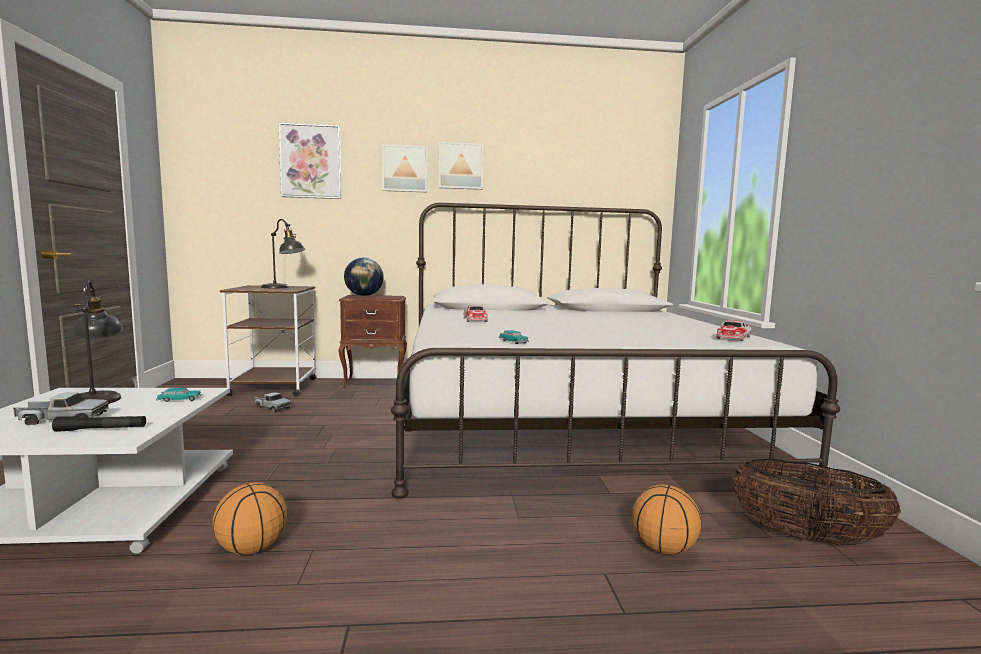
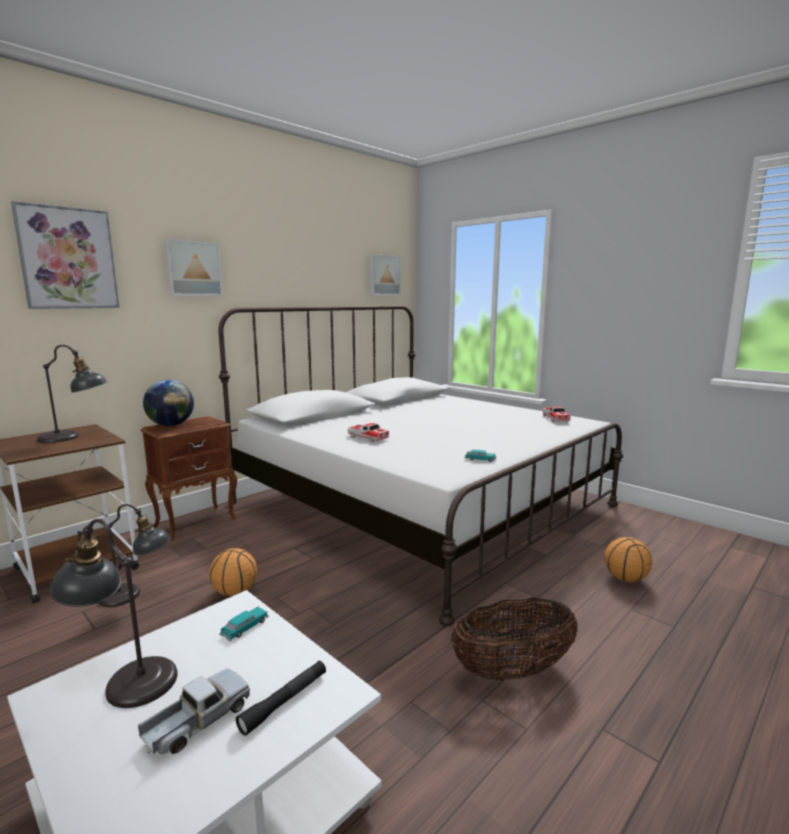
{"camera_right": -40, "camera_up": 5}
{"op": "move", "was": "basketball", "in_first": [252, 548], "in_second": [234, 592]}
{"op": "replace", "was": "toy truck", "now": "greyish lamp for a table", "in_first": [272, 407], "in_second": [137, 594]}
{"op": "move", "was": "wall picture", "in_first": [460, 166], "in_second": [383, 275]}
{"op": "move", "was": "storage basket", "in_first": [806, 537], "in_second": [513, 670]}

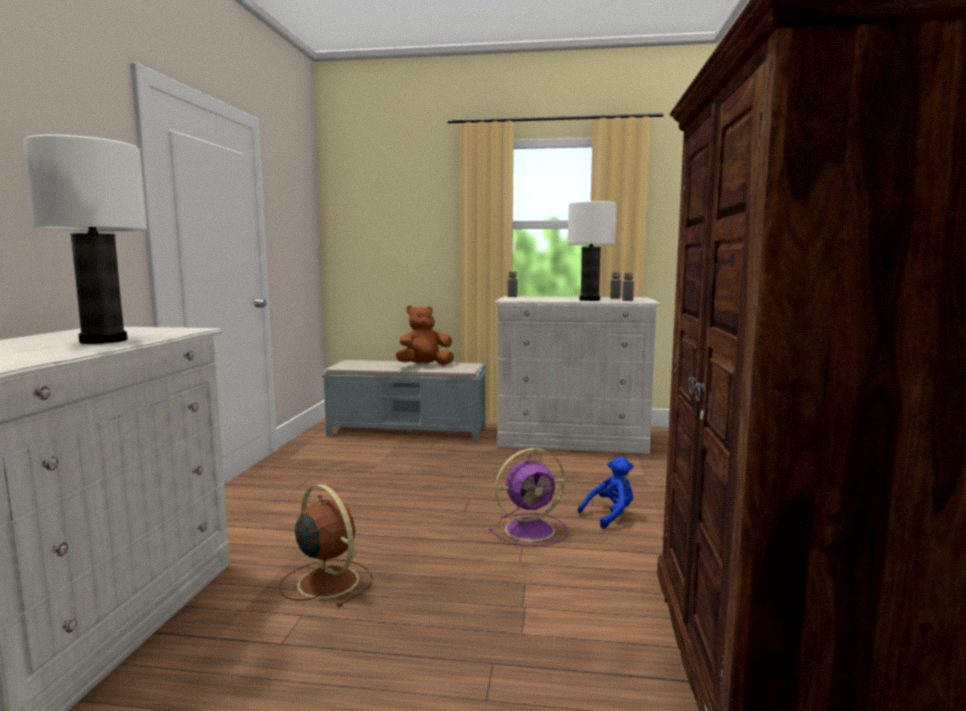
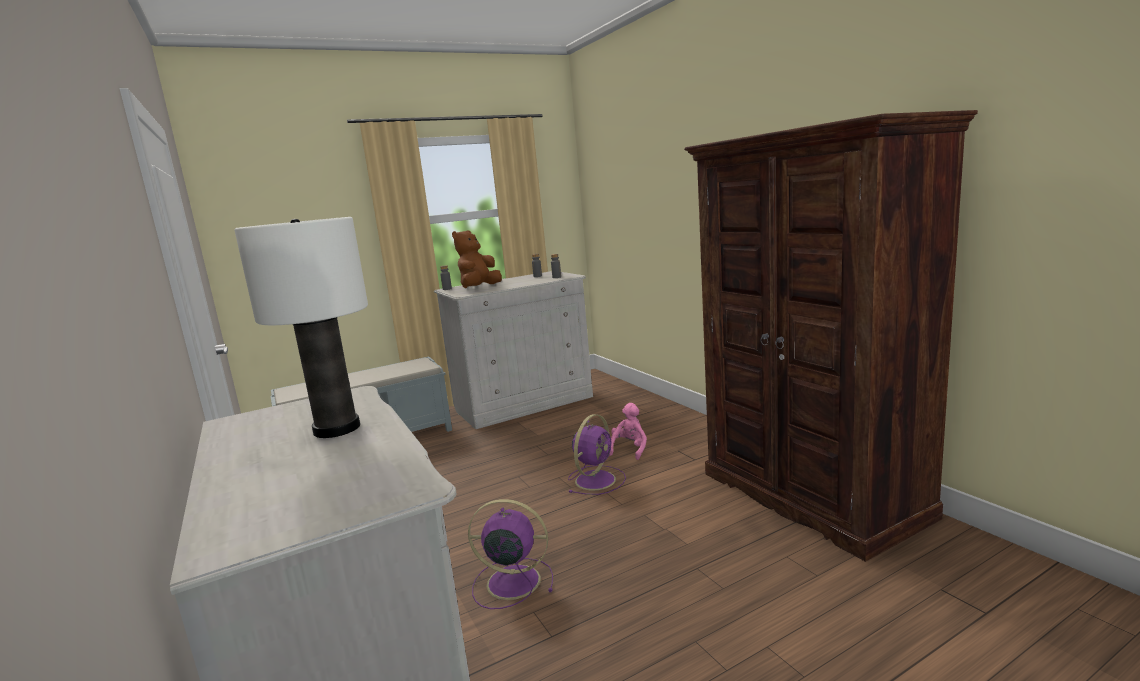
{"camera_right": -35, "camera_up": 5}
{"op": "recolor", "was": "brown electric fan", "now": "purplish electric fan", "in_first": [326, 581], "in_second": [511, 582]}
{"op": "move", "was": "brown soft toy", "in_first": [424, 365], "in_second": [479, 287]}
{"op": "delete", "was": "whitish lamp for a table", "in_first": [589, 300]}
{"op": "recolor", "was": "bluish soft toy", "now": "pink soft toy", "in_first": [610, 515], "in_second": [630, 449]}

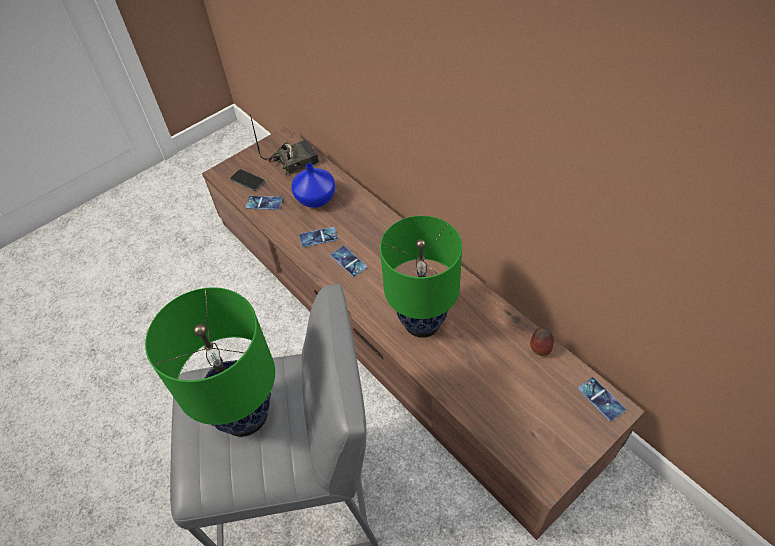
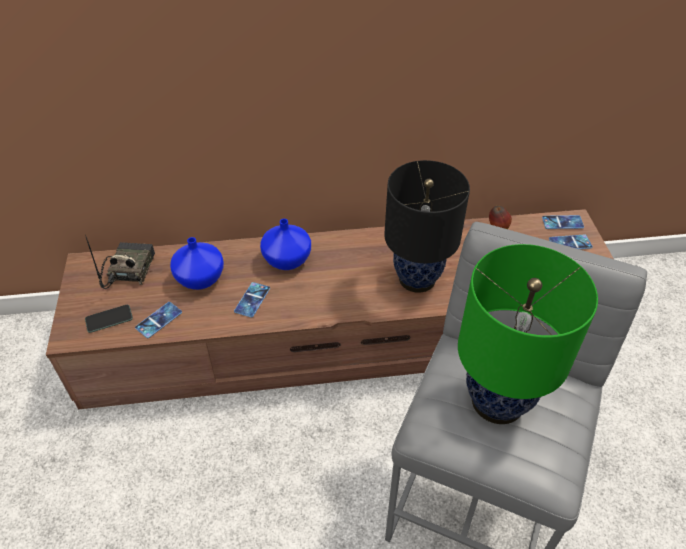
{"camera_right": -60, "camera_up": -5}
{"op": "move", "was": "telephone", "in_first": [348, 261], "in_second": [570, 243]}
{"op": "recolor", "was": "green lamp for a table", "now": "black-coloured lamp for a table", "in_first": [422, 322], "in_second": [417, 278]}
{"op": "insert", "now": "bluish decorative vase", "in_second": [287, 260]}

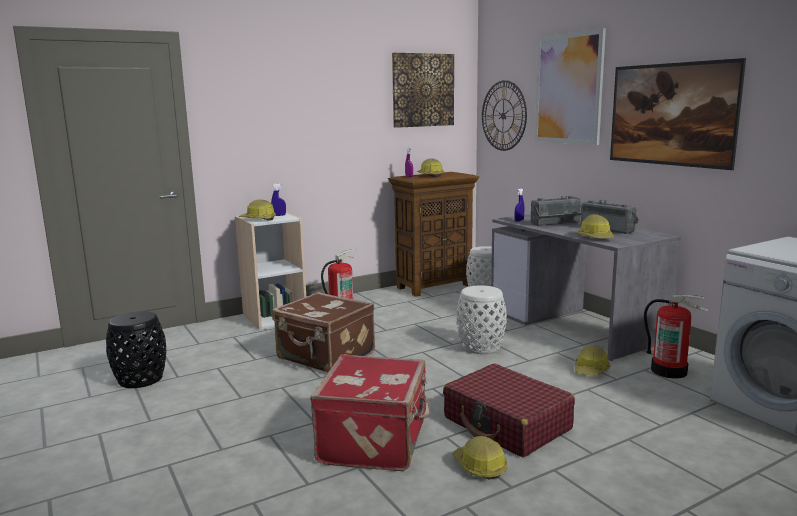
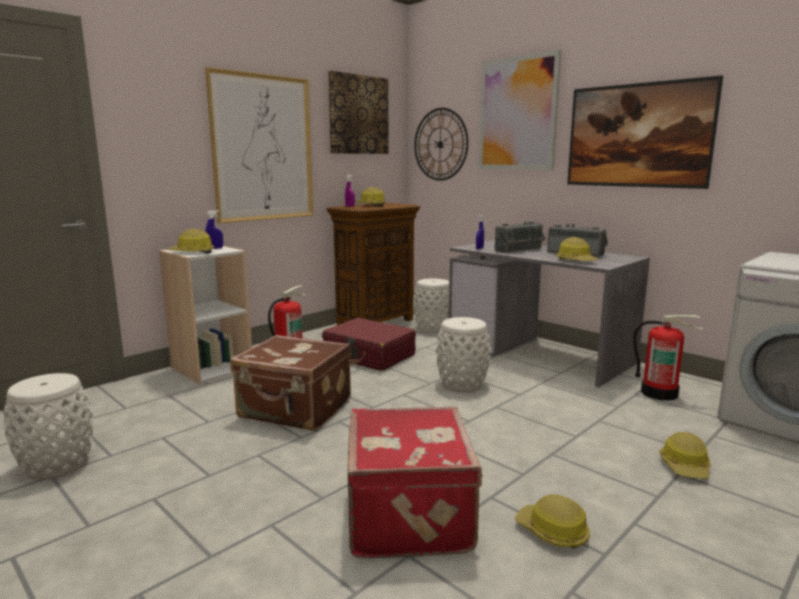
{"camera_right": -15, "camera_up": 0}
{"op": "recolor", "was": "black-coloured sitting stool", "now": "whitish sitting stool", "in_first": [141, 379], "in_second": [57, 465]}
{"op": "move", "was": "red-coloured piece of luggage", "in_first": [507, 424], "in_second": [369, 356]}
{"op": "move", "was": "work helmet", "in_first": [591, 370], "in_second": [685, 466]}
{"op": "insert", "now": "wall picture", "in_second": [263, 148]}

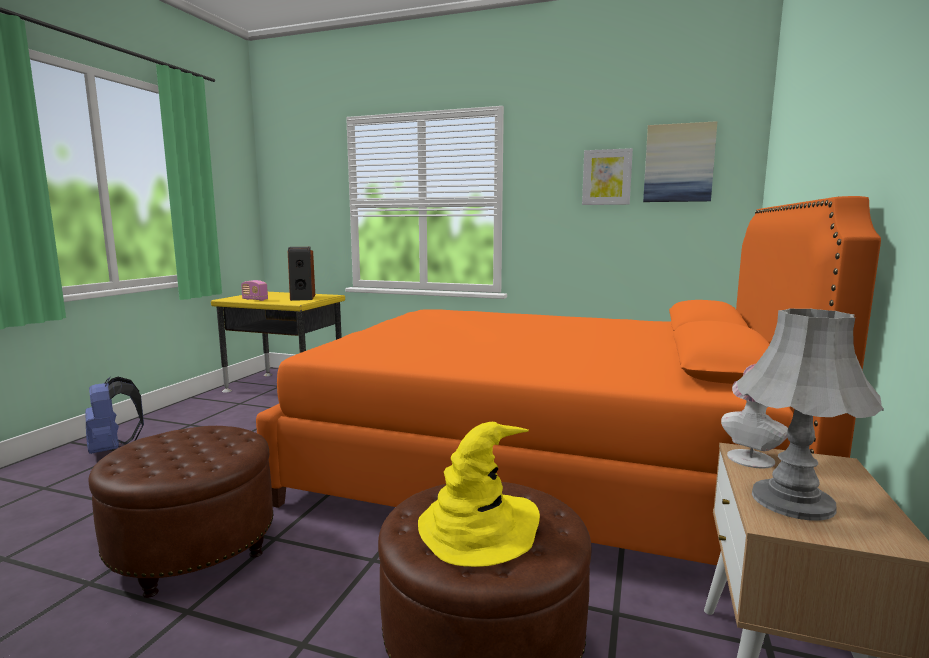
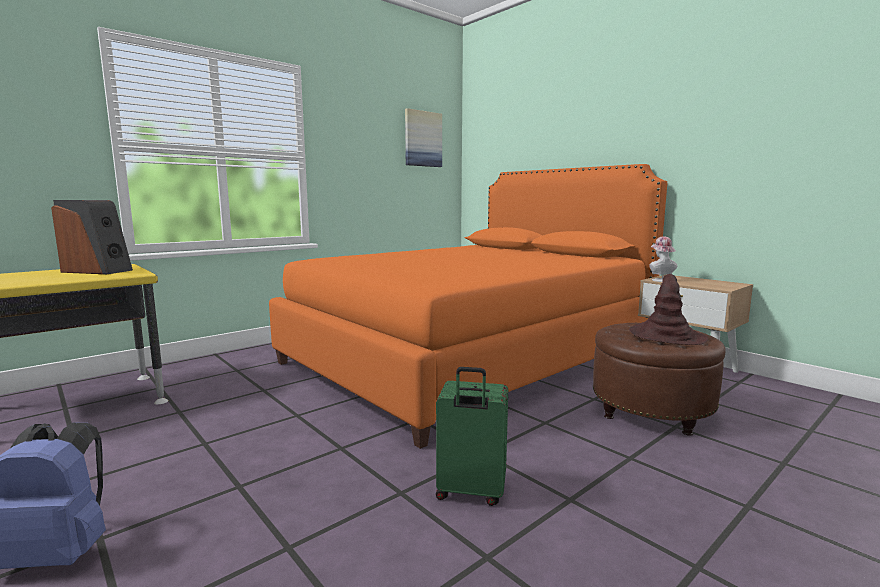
{"camera_right": -60, "camera_up": 0}
{"op": "replace", "was": "brown pouffe", "now": "green piece of luggage", "in_first": [193, 550], "in_second": [470, 492]}
{"op": "delete", "was": "radio receiver", "in_first": [255, 299]}
{"op": "recolor", "was": "yellow wearable hat", "now": "brown wearable hat", "in_first": [478, 529], "in_second": [666, 336]}
{"op": "delete", "was": "wall picture", "in_first": [607, 177]}
{"op": "delete", "was": "greyish lamp for a table", "in_first": [793, 501]}

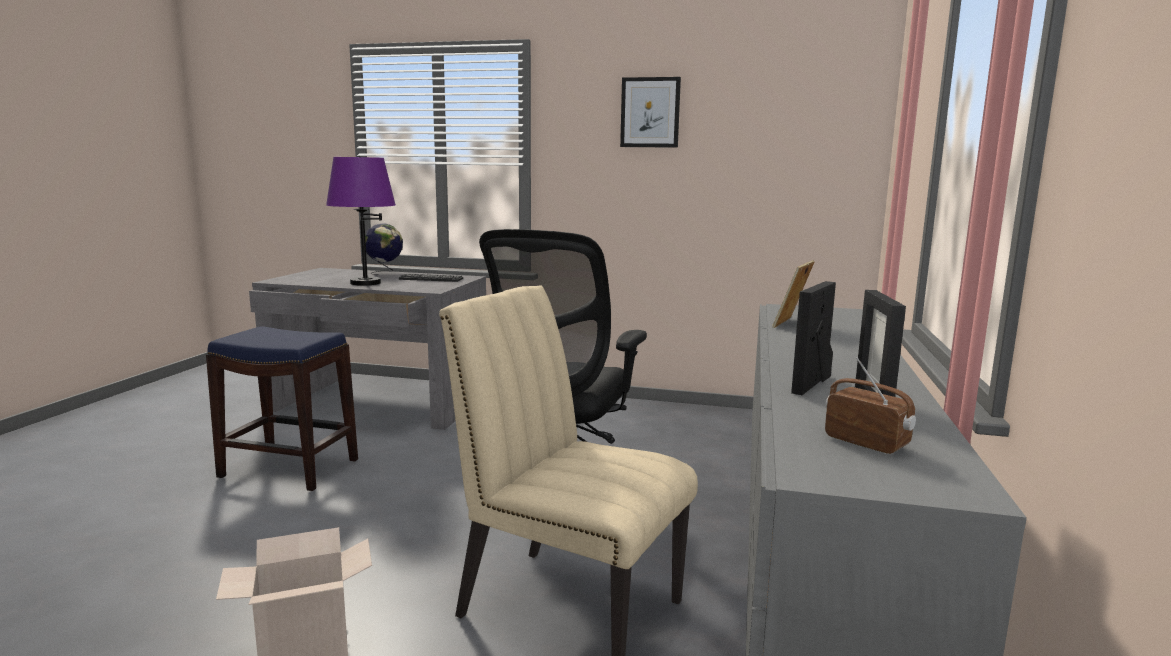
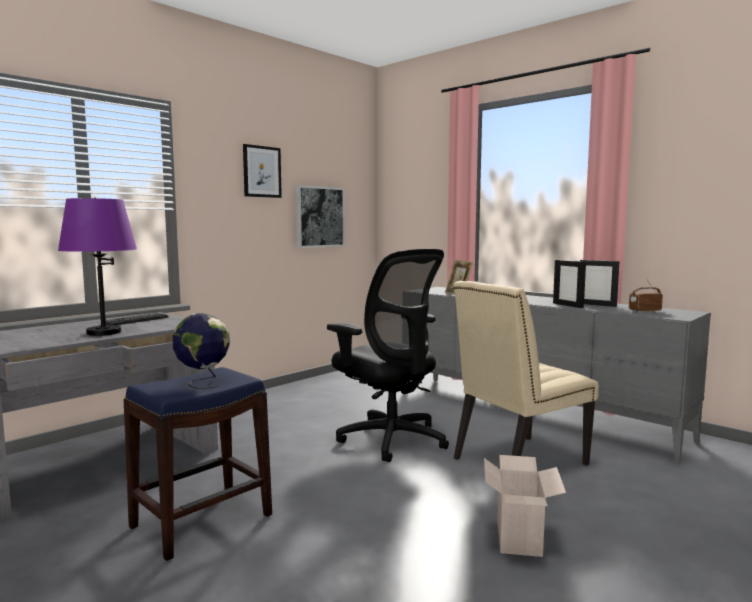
{"camera_right": -60, "camera_up": -5}
{"op": "move", "was": "world globe", "in_first": [384, 272], "in_second": [203, 382]}
{"op": "insert", "now": "wall picture", "in_second": [319, 217]}

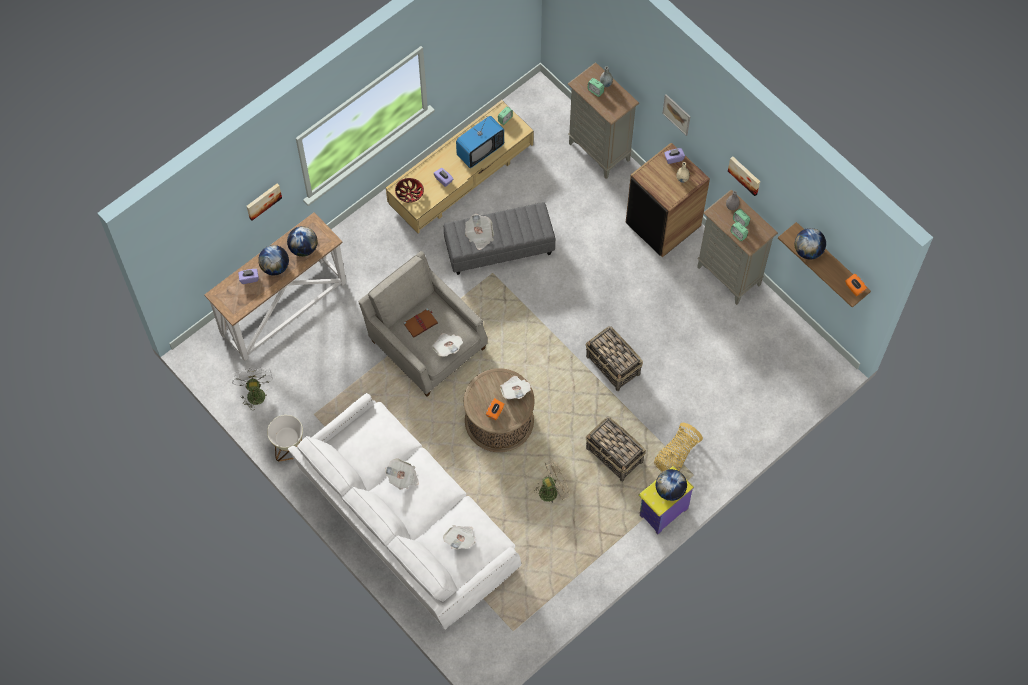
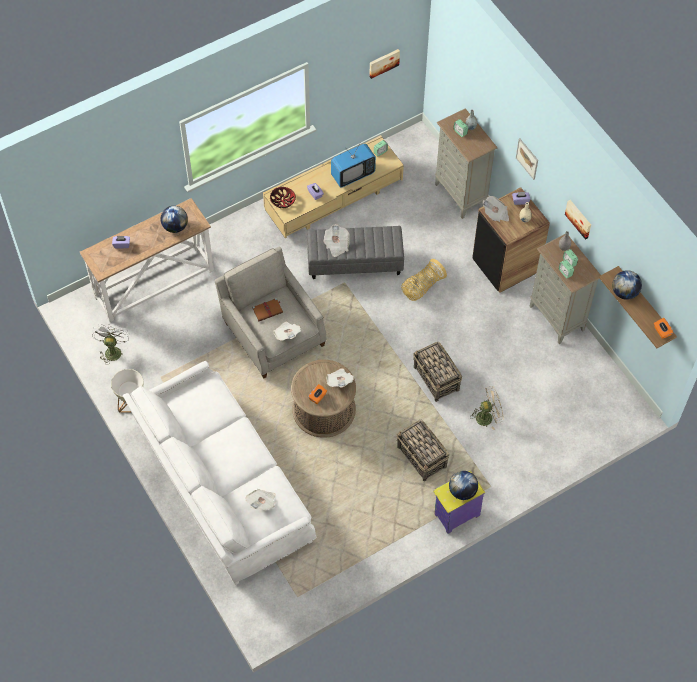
{"camera_right": 10, "camera_up": -5}
{"op": "move", "was": "wall picture", "in_first": [263, 200], "in_second": [383, 62]}
{"op": "delete", "was": "world globe", "in_first": [275, 267]}
{"op": "move", "was": "printed paper", "in_first": [403, 478], "in_second": [495, 214]}
{"op": "move", "was": "sand-coloured electric fan", "in_first": [552, 490], "in_second": [487, 417]}
{"op": "move", "was": "storage basket", "in_first": [676, 455], "in_second": [422, 287]}

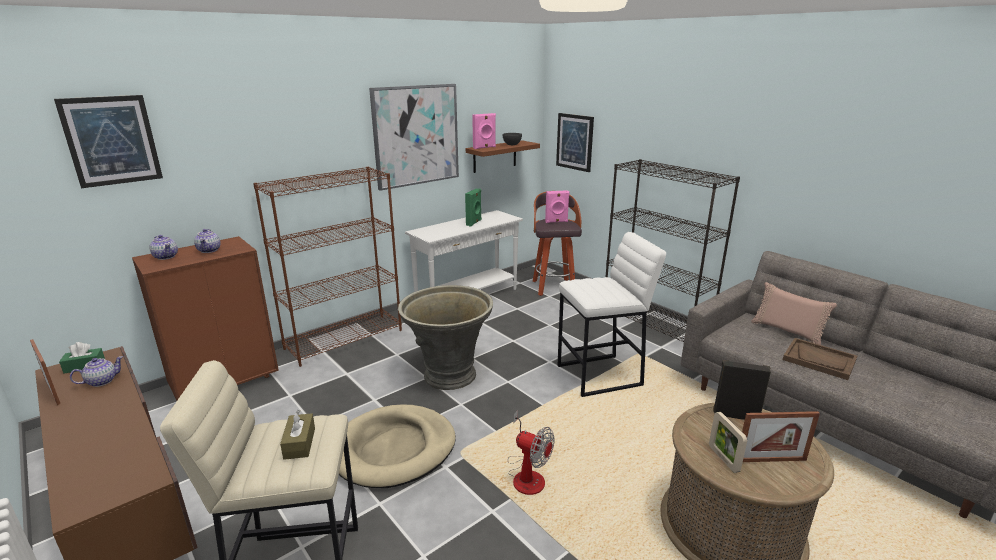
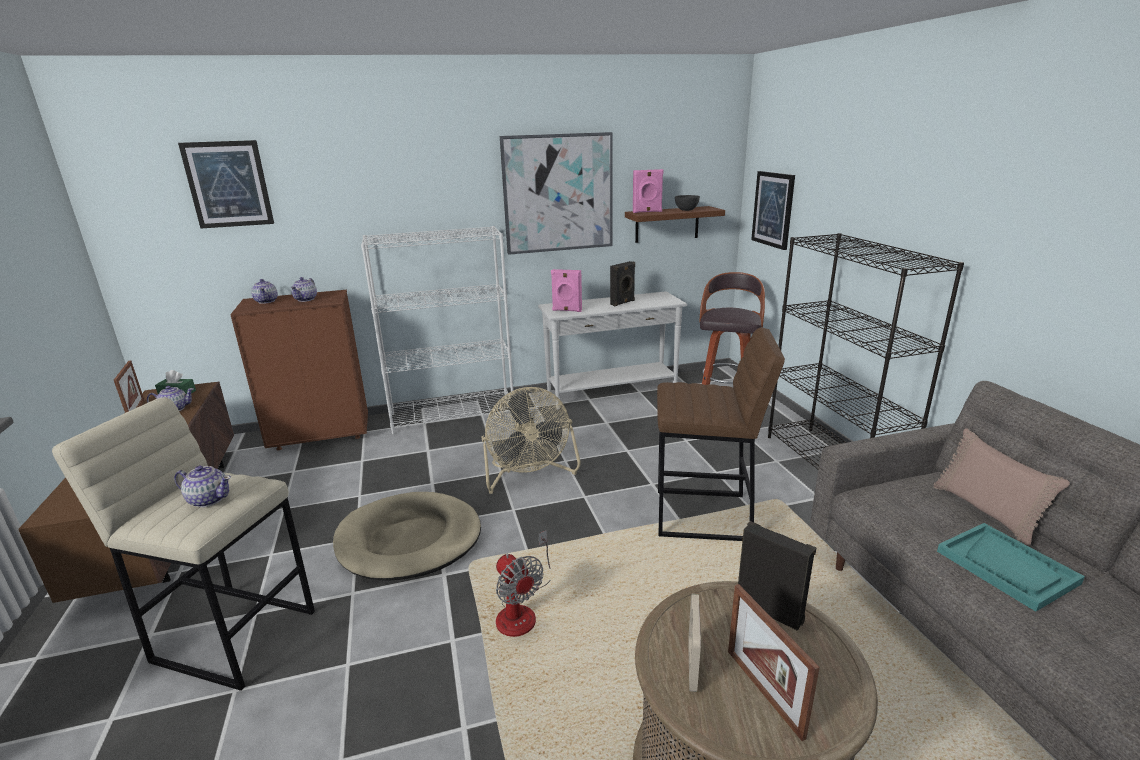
{"camera_right": 25, "camera_up": 0}
{"op": "recolor", "was": "brown bookshelf", "now": "whitish bookshelf", "in_first": [345, 339], "in_second": [453, 414]}
{"op": "replace", "was": "brown box of tissues", "now": "tea pot", "in_first": [299, 443], "in_second": [209, 499]}
{"op": "replace", "was": "greyish plant pot", "now": "sand-coloured electric fan", "in_first": [448, 375], "in_second": [525, 474]}
{"op": "recolor", "was": "green speaker", "now": "black-coloured speaker", "in_first": [474, 223], "in_second": [623, 303]}
{"op": "move", "was": "pink speaker", "in_first": [556, 222], "in_second": [567, 310]}
{"op": "recolor", "was": "whitish sitting stool", "now": "brown sitting stool", "in_first": [601, 375], "in_second": [705, 515]}
{"op": "rotate", "was": "picture frame", "in_first": [771, 460], "in_second": [764, 692], "clockwise": 45}
{"op": "recolor", "was": "brown serving tray", "now": "turquoise-coloured serving tray", "in_first": [819, 360], "in_second": [1006, 567]}

